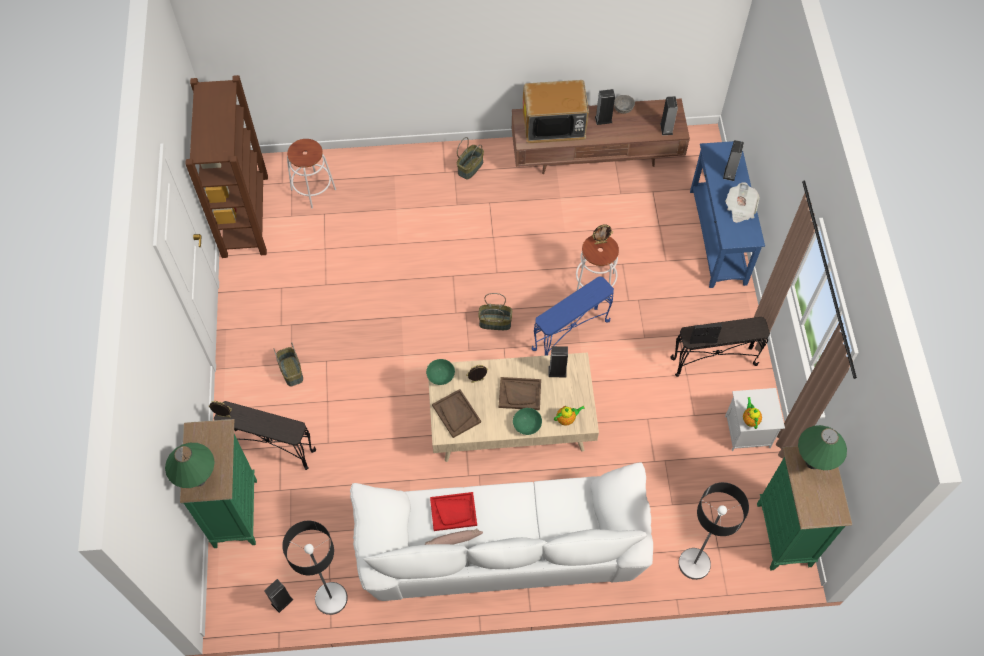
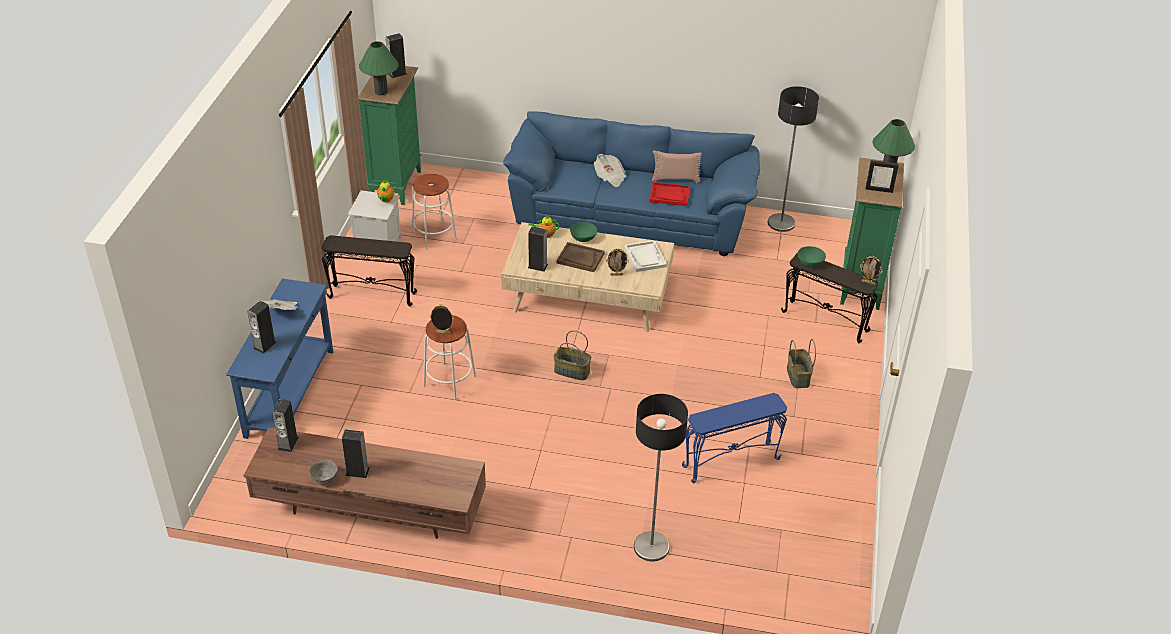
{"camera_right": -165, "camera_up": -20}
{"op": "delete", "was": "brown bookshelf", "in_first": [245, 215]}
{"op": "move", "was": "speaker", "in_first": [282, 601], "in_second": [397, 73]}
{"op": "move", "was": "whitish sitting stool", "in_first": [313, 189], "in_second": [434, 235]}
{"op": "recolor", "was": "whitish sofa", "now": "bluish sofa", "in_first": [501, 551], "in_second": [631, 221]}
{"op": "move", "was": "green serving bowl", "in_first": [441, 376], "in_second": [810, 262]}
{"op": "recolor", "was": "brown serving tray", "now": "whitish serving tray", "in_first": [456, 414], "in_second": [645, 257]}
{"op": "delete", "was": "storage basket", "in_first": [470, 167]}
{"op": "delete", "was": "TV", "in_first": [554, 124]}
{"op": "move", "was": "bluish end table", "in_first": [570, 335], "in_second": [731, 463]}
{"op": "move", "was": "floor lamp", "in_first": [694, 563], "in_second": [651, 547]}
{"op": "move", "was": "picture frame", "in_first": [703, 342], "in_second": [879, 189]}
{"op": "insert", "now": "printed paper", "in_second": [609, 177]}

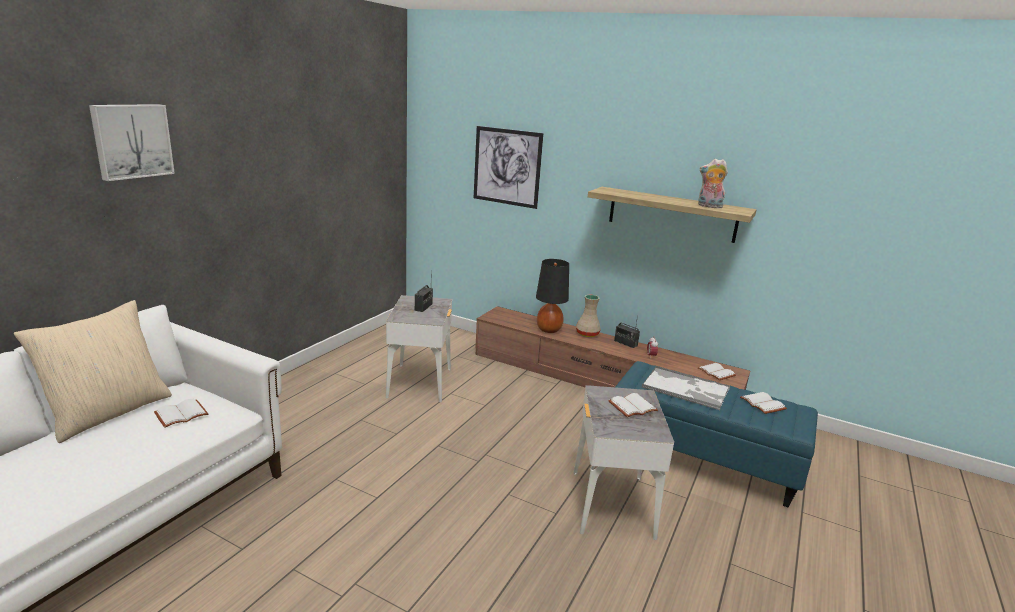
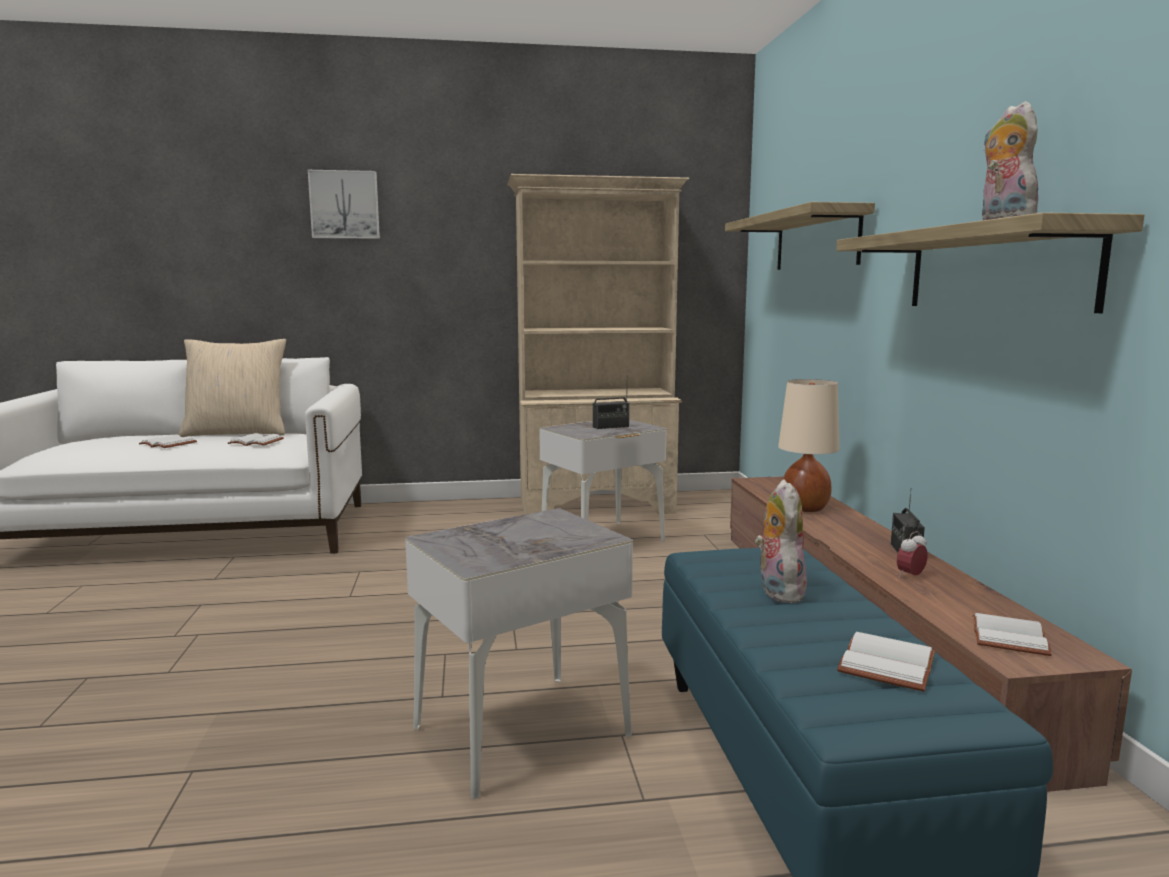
{"camera_right": 55, "camera_up": -10}
{"op": "replace", "was": "wall picture", "now": "shelf", "in_first": [507, 167], "in_second": [816, 241]}
{"op": "recolor", "was": "black-coloured lamp for a table", "now": "sand-coloured lamp for a table", "in_first": [548, 330], "in_second": [804, 508]}
{"op": "delete", "was": "sand-coloured decorative vase", "in_first": [587, 334]}
{"op": "move", "was": "whitish volume", "in_first": [632, 407], "in_second": [166, 444]}
{"op": "replace", "was": "serving tray", "now": "soft toy", "in_first": [686, 388], "in_second": [777, 591]}
{"op": "insert", "now": "sand-coloured bookshelf", "in_second": [596, 505]}

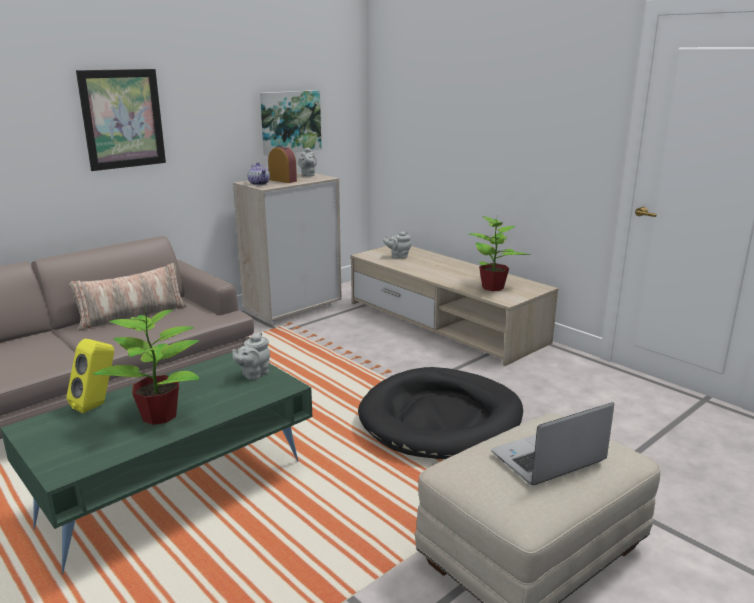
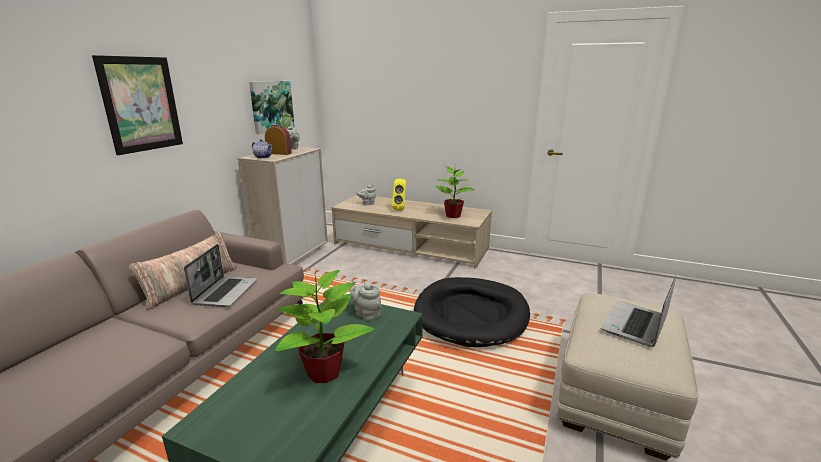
{"camera_right": -25, "camera_up": 0}
{"op": "move", "was": "yellow speaker", "in_first": [97, 405], "in_second": [400, 209]}
{"op": "rotate", "was": "greyish tea pot", "in_first": [253, 374], "in_second": [366, 314], "clockwise": 120}
{"op": "insert", "now": "portable computer", "in_second": [225, 292]}

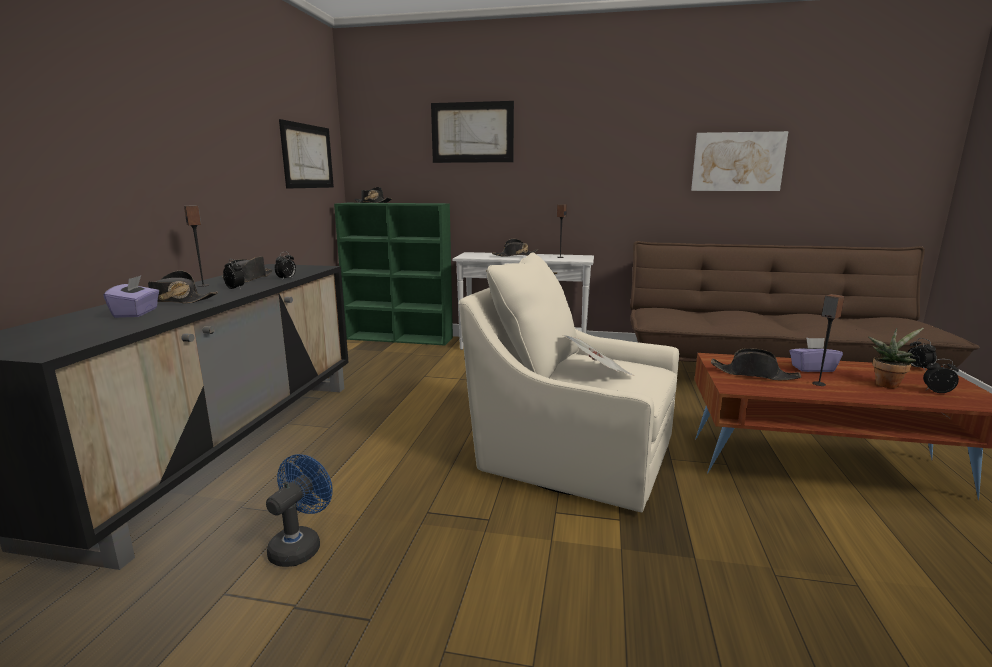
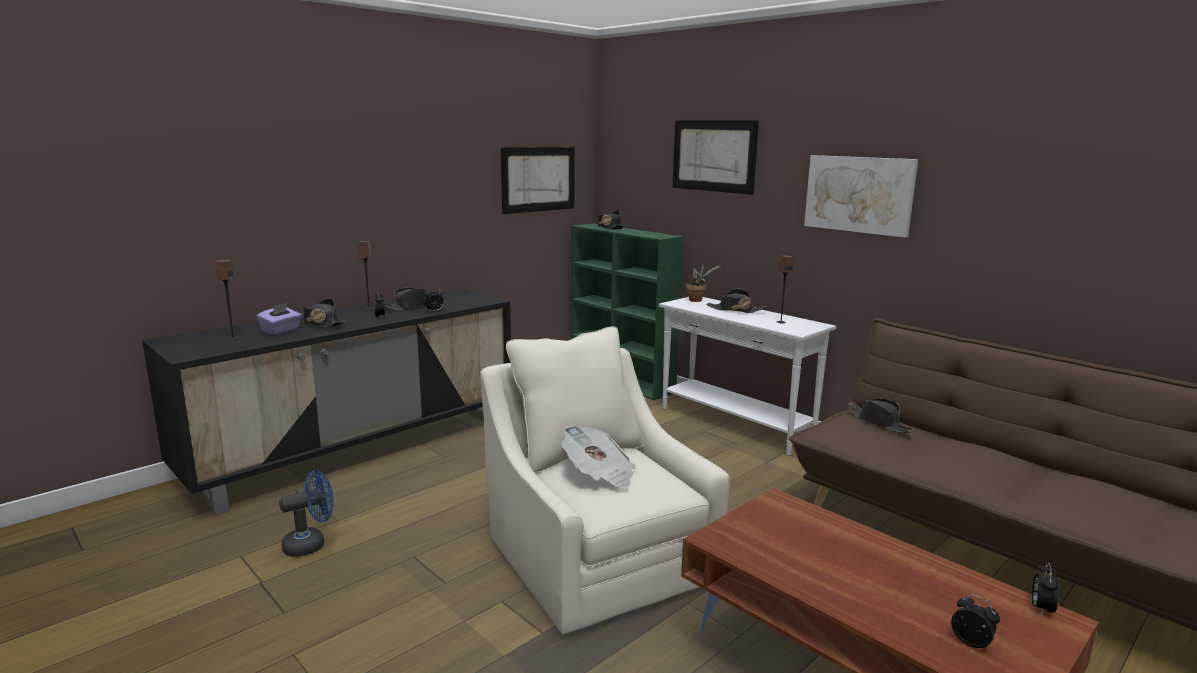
{"camera_right": 35, "camera_up": 0}
{"op": "move", "was": "wall picture", "in_first": [737, 162], "in_second": [859, 194]}
{"op": "move", "was": "black-coloured wearable hat", "in_first": [754, 374], "in_second": [879, 422]}
{"op": "delete", "was": "purplish box of tissues", "in_first": [812, 368]}
{"op": "move", "was": "speaker", "in_first": [818, 384], "in_second": [233, 338]}
{"op": "move", "was": "potted plant", "in_first": [887, 384], "in_second": [697, 300]}

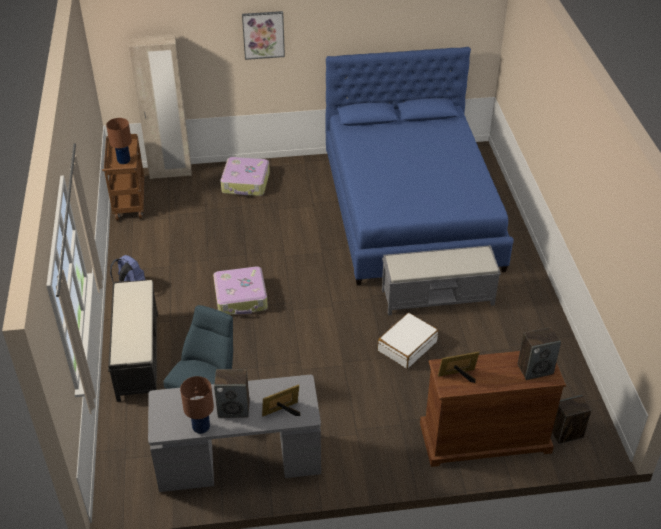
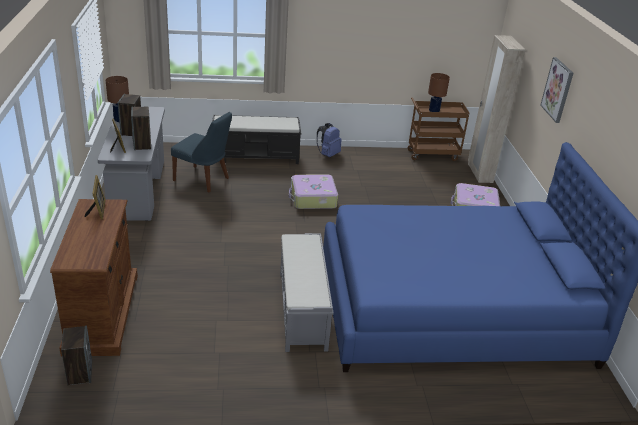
{"camera_right": 90, "camera_up": -10}
{"op": "delete", "was": "whitish piece of luggage", "in_first": [407, 346]}
{"op": "move", "was": "speaker", "in_first": [535, 369], "in_second": [142, 144]}

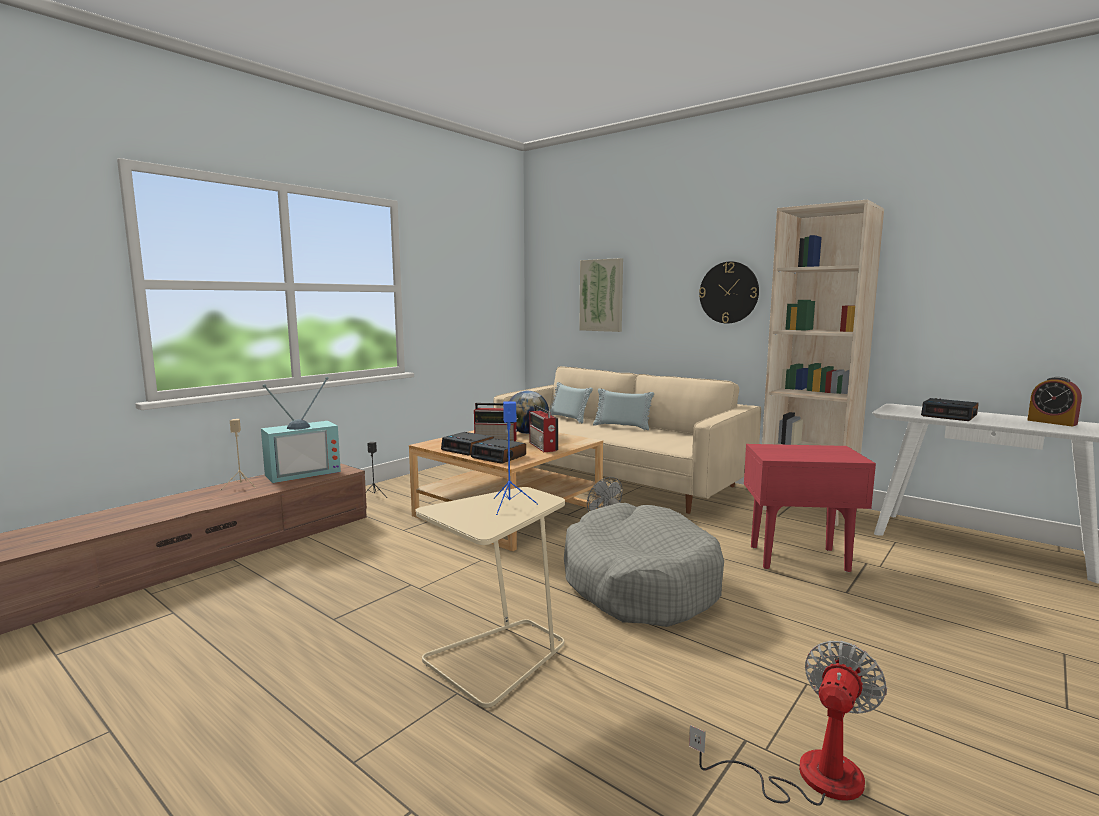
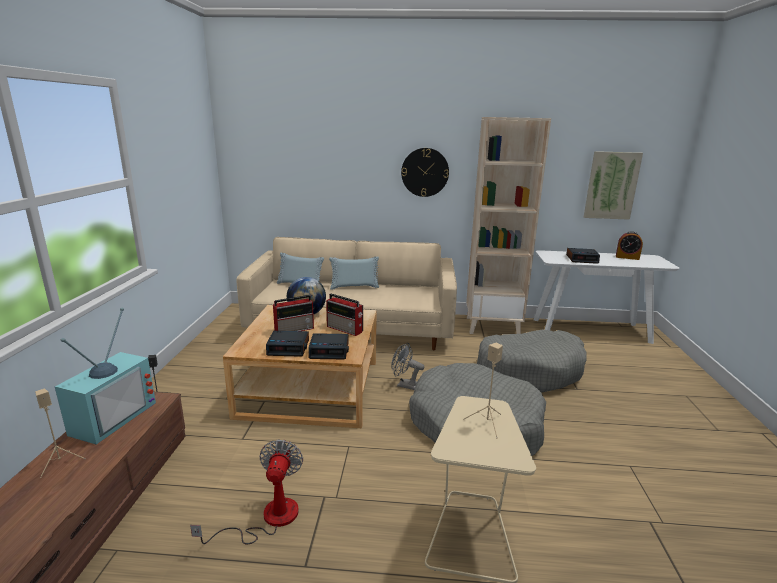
{"camera_right": -35, "camera_up": 10}
{"op": "recolor", "was": "bluish speaker", "now": "sand-coloured speaker", "in_first": [509, 506], "in_second": [487, 424]}
{"op": "move", "was": "wall picture", "in_first": [601, 295], "in_second": [611, 185]}
{"op": "move", "was": "electric fan", "in_first": [807, 776], "in_second": [268, 519]}
{"op": "replace", "was": "red-coloured end table", "now": "greyish dog cushion", "in_first": [797, 558], "in_second": [530, 370]}

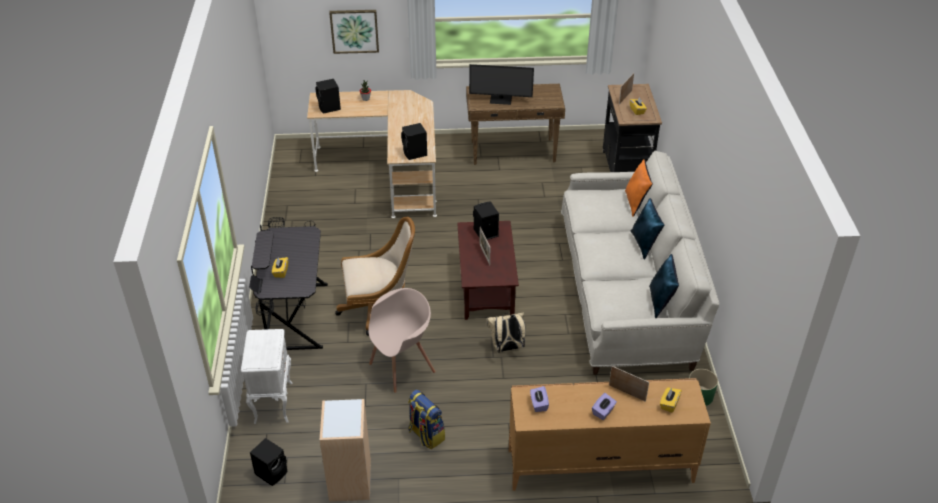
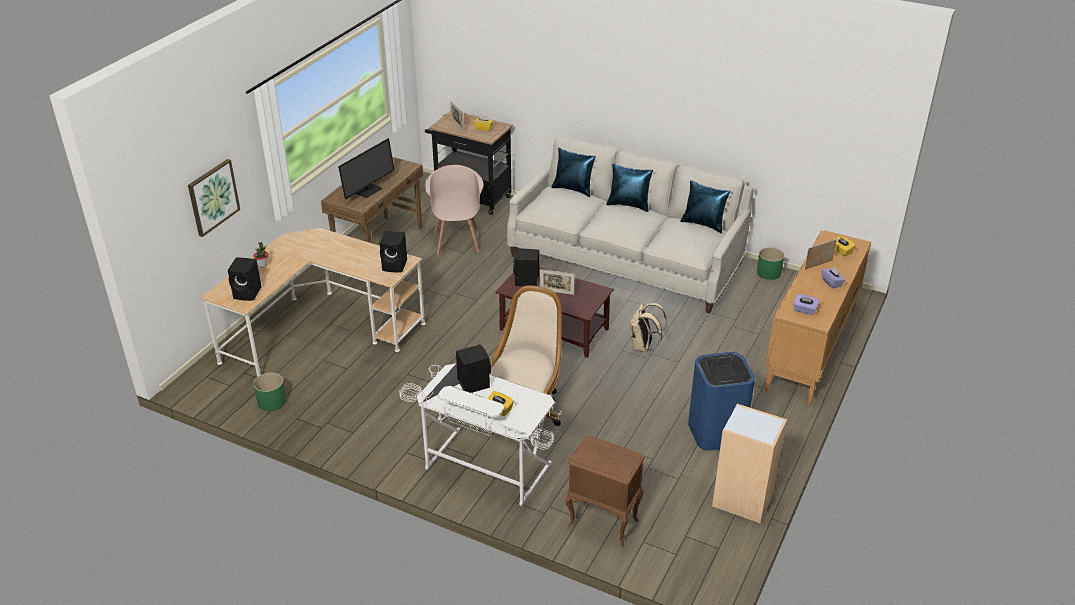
{"camera_right": -60, "camera_up": -5}
{"op": "recolor", "was": "whitish night table", "now": "brown night table", "in_first": [273, 402], "in_second": [602, 523]}
{"op": "recolor", "was": "black-coloured desk table", "now": "whitish desk table", "in_first": [295, 316], "in_second": [486, 468]}
{"op": "move", "was": "black-coloured speaker", "in_first": [272, 472], "in_second": [473, 383]}
{"op": "move", "was": "sand-coloured chair", "in_first": [402, 367], "in_second": [457, 242]}
{"op": "replace", "was": "backpack", "now": "bluish trash can", "in_first": [425, 435], "in_second": [716, 432]}
{"op": "recolor", "was": "orange cushion", "now": "bluish cushion", "in_first": [636, 203], "in_second": [573, 189]}
{"op": "insert", "now": "green plant pot", "in_second": [271, 401]}

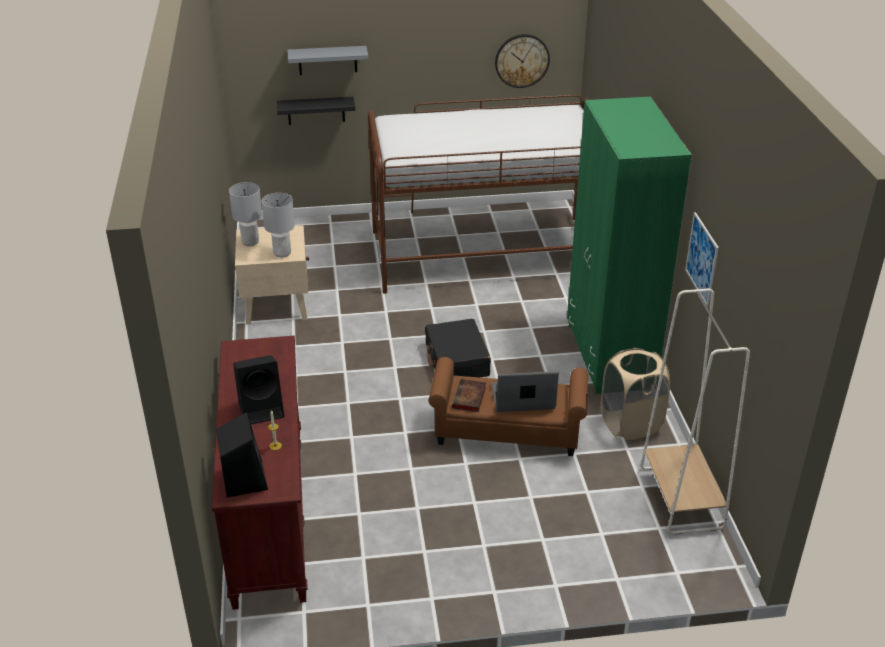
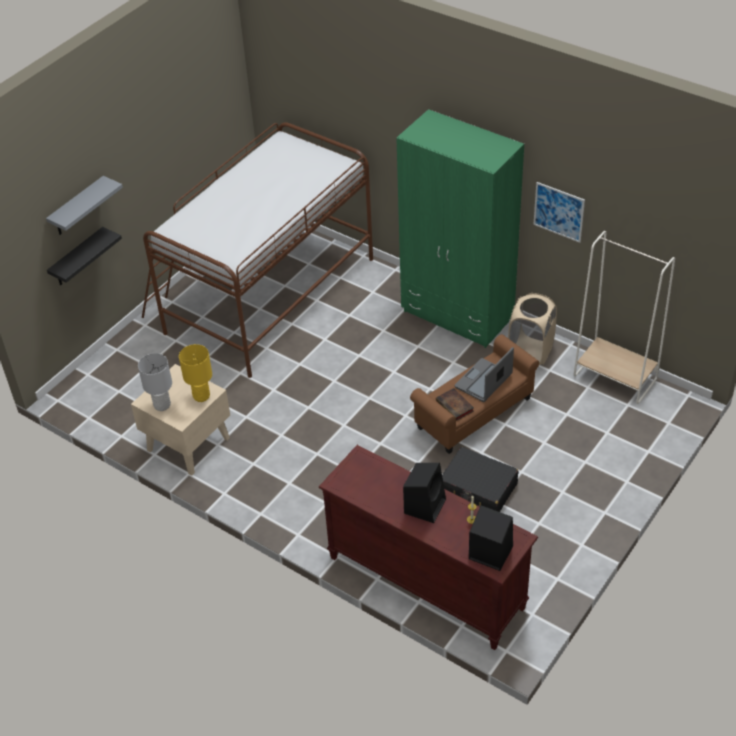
{"camera_right": -45, "camera_up": 10}
{"op": "recolor", "was": "greyish lamp for a table", "now": "yellow lamp for a table", "in_first": [282, 254], "in_second": [202, 397]}
{"op": "move", "was": "black-coloured piece of luggage", "in_first": [456, 360], "in_second": [478, 489]}
{"op": "delete", "was": "wall clock", "in_first": [522, 60]}

